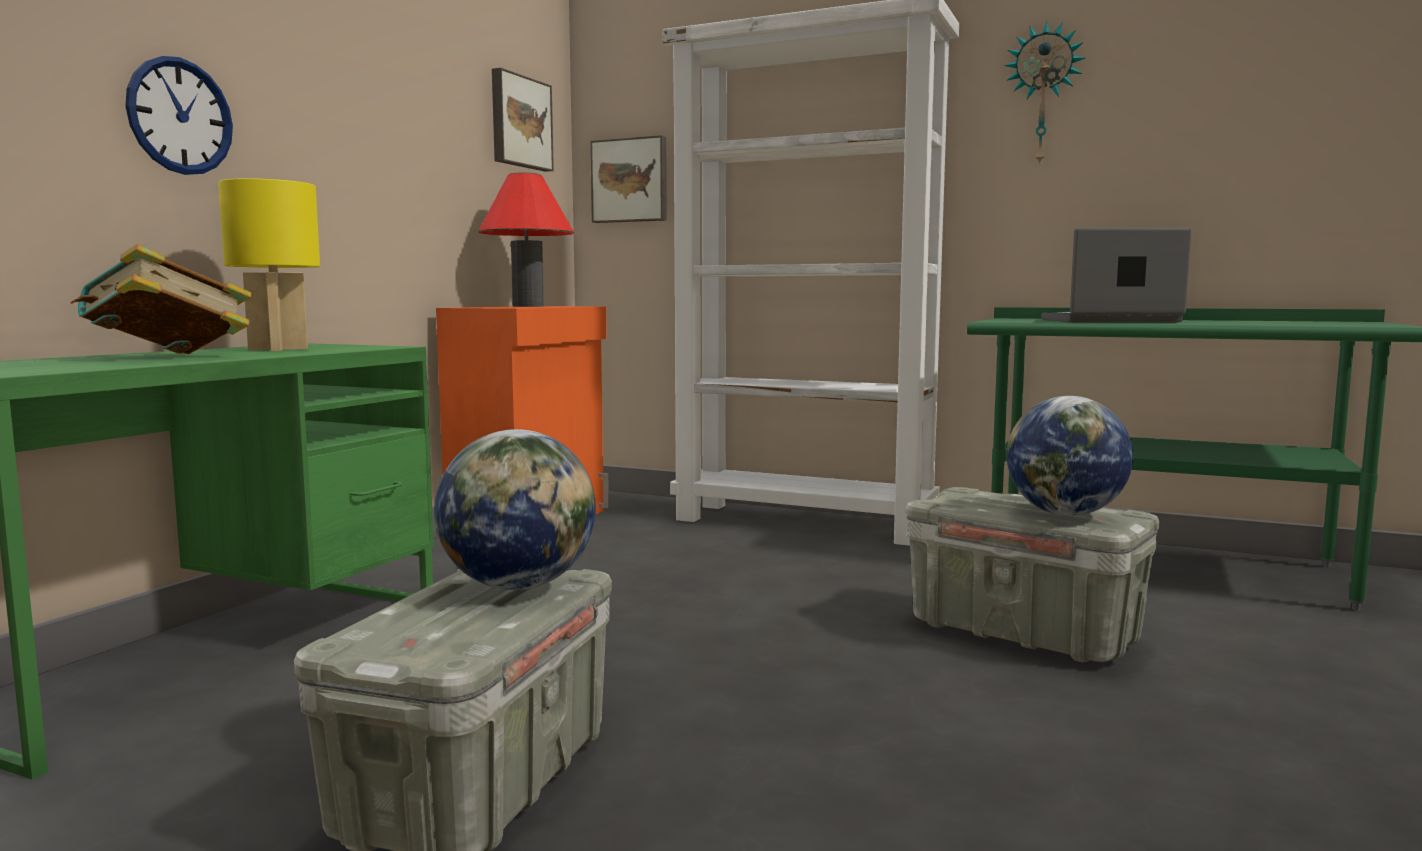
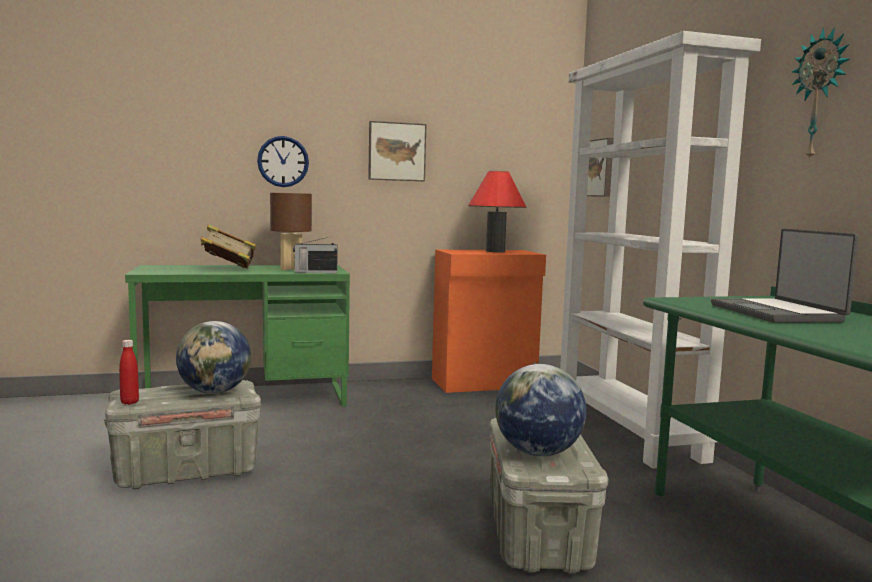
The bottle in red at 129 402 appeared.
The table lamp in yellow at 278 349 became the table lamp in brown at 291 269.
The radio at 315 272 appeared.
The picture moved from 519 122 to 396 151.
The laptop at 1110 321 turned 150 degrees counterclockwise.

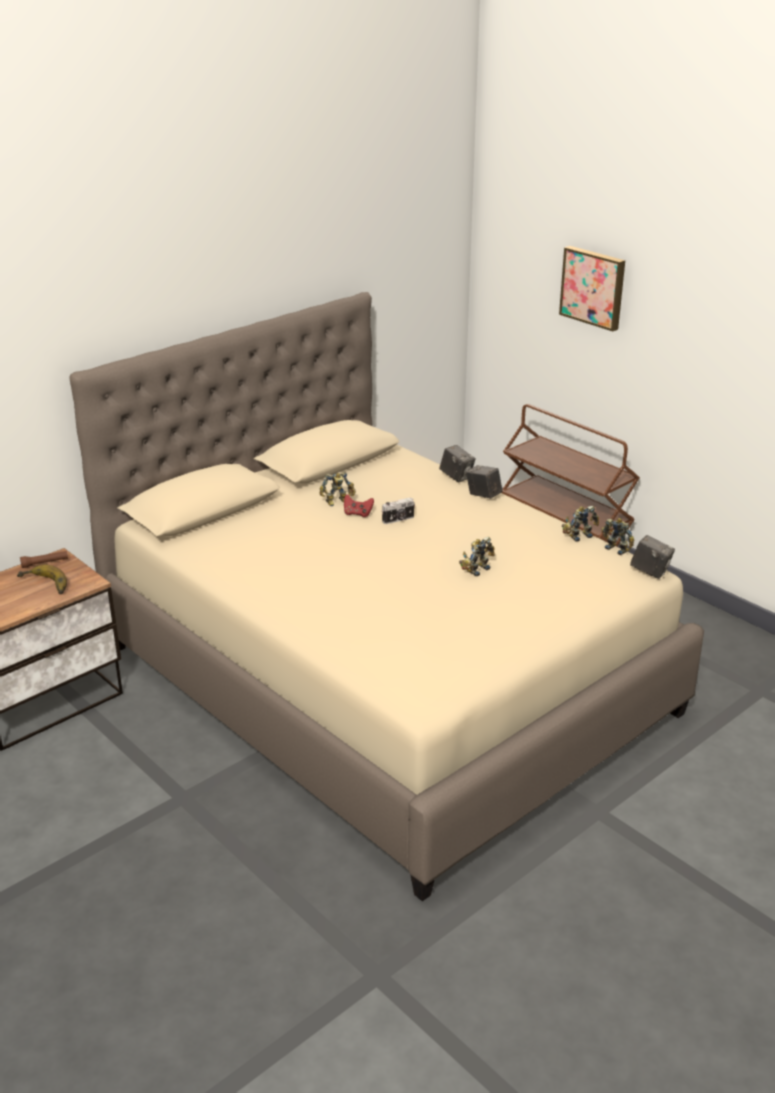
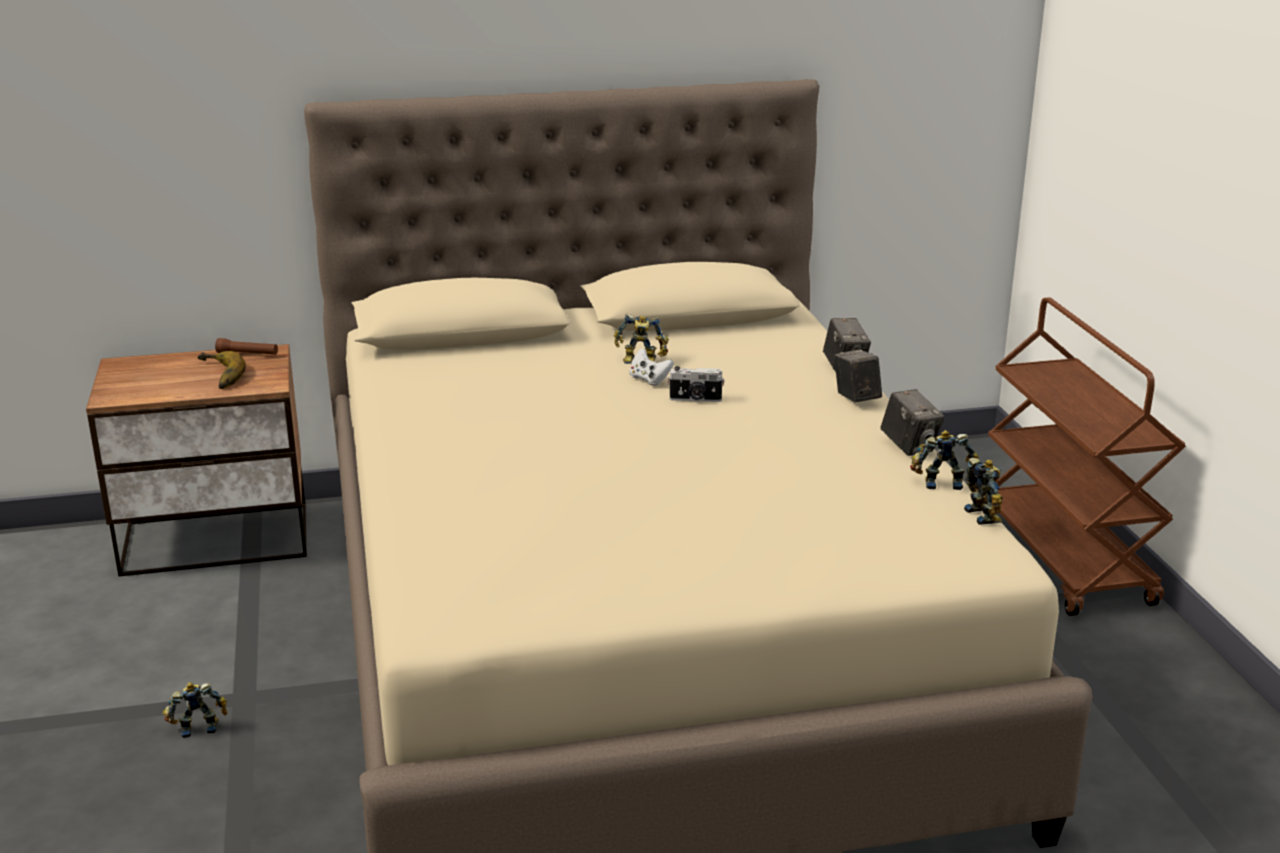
The toy robot moved from 476 569 to 198 727.
The game controller in red at 358 514 became the game controller in white at 649 380.
The photo camera moved from 650 572 to 909 446.
The picture at 593 287 disappeared.

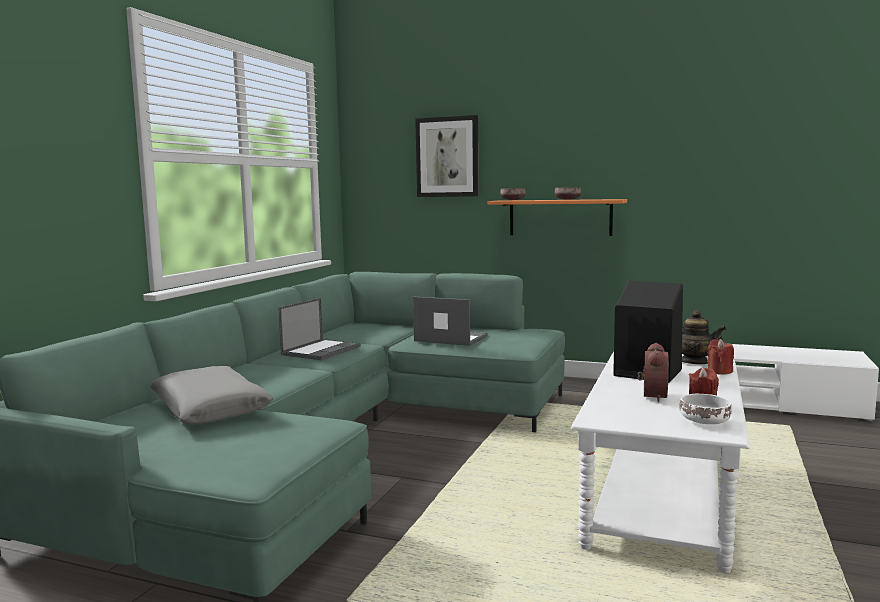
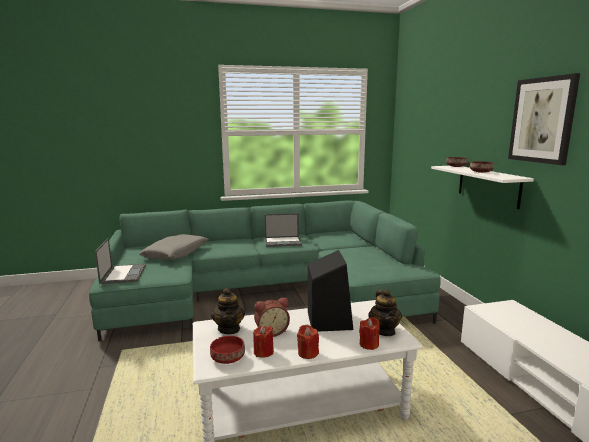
The laptop moved from 450 338 to 123 274.
The bowl in white at 706 422 became the bowl in red at 228 359.
The teapot at 229 329 appeared.
The candle in red at 308 353 appeared.
The shelf in orange at 560 217 became the shelf in white at 488 185.
The picture moved from 447 157 to 542 120.

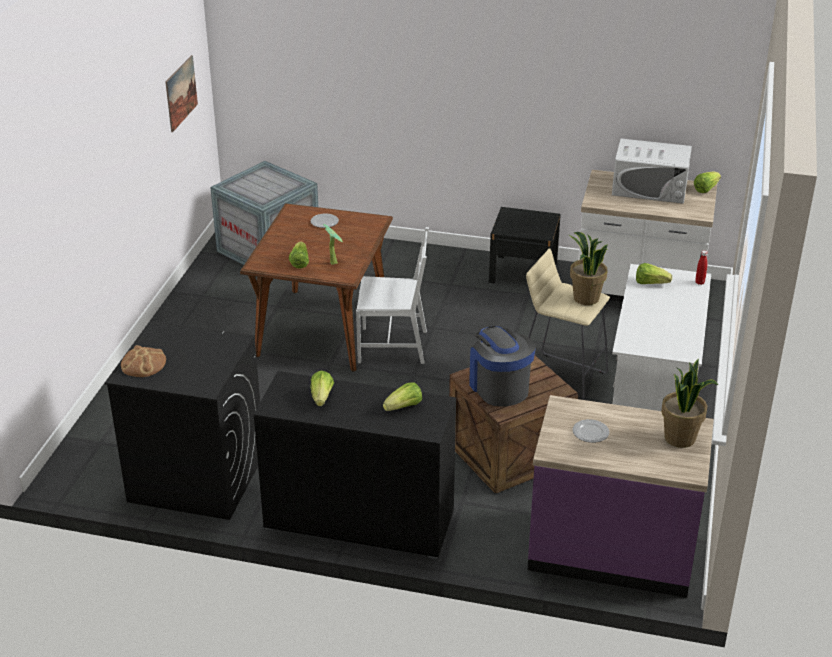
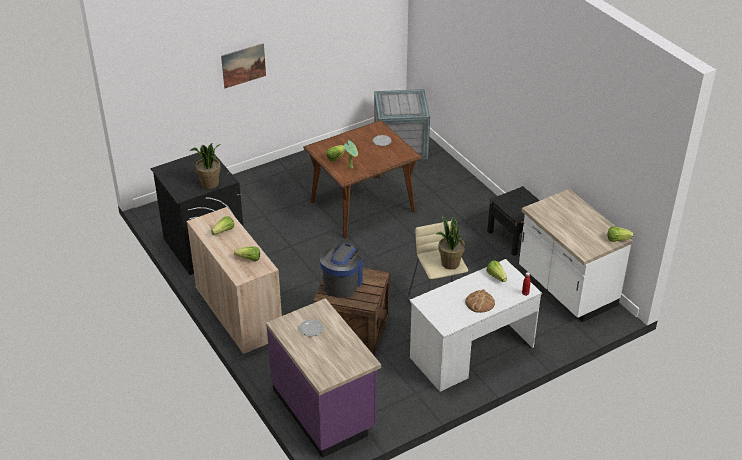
The cabinet in black at 359 520 became the cabinet in beige at 239 313.
The potted plant moved from 680 438 to 210 184.
The picture moved from 181 93 to 243 65.
The bread moved from 143 364 to 480 302.
The chair in white at 393 346 disappeared.
The microwave in white at 650 188 disappeared.

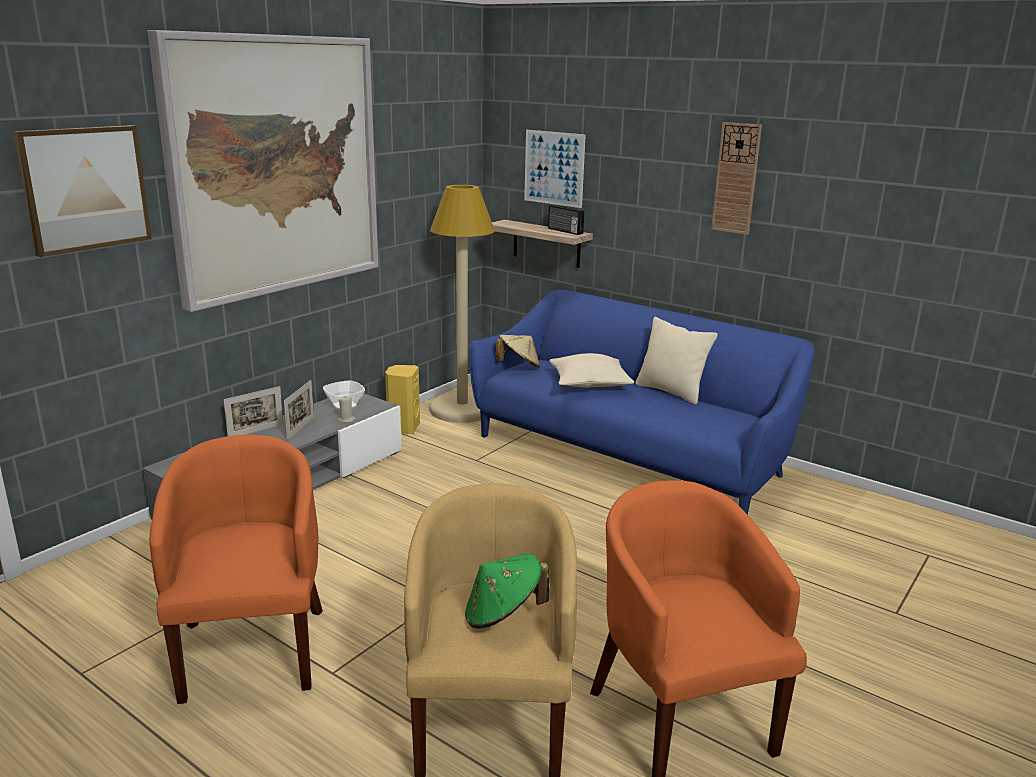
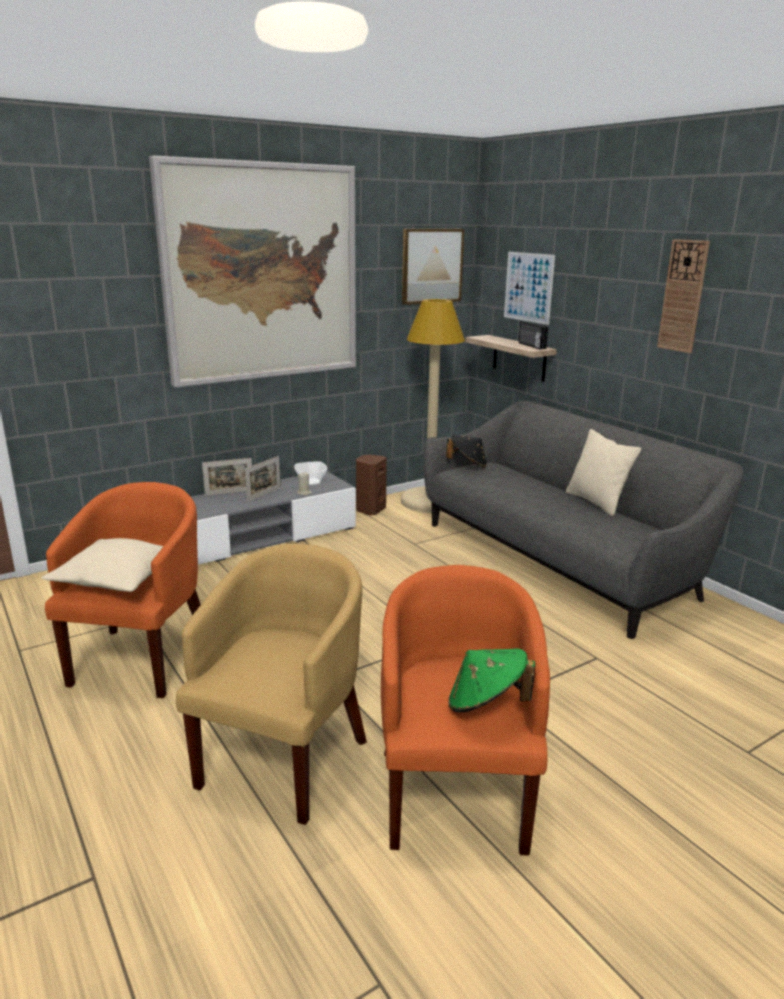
The pillow in beige moved from 589 383 to 116 579.
The speaker in yellow at 403 428 became the speaker in brown at 370 510.
The picture moved from 85 188 to 431 266.
The sofa in blue at 631 455 became the sofa in grey at 559 559.
The hat in beige at 518 366 became the hat in black at 467 465.
The hat in green moved from 503 614 to 486 704.

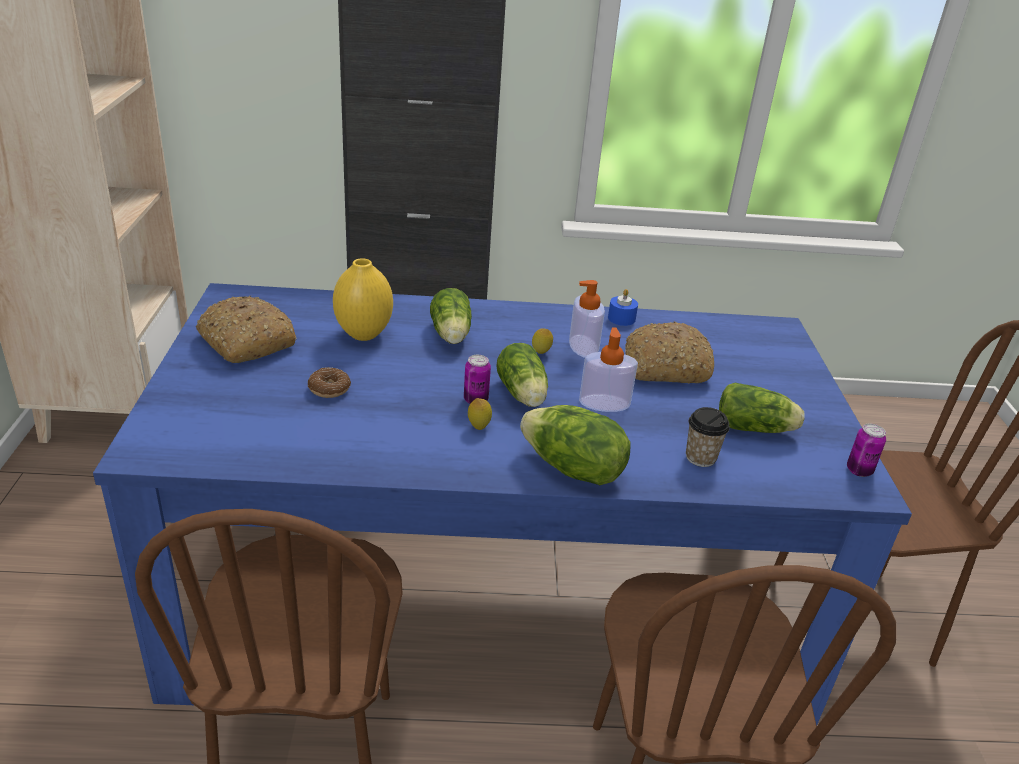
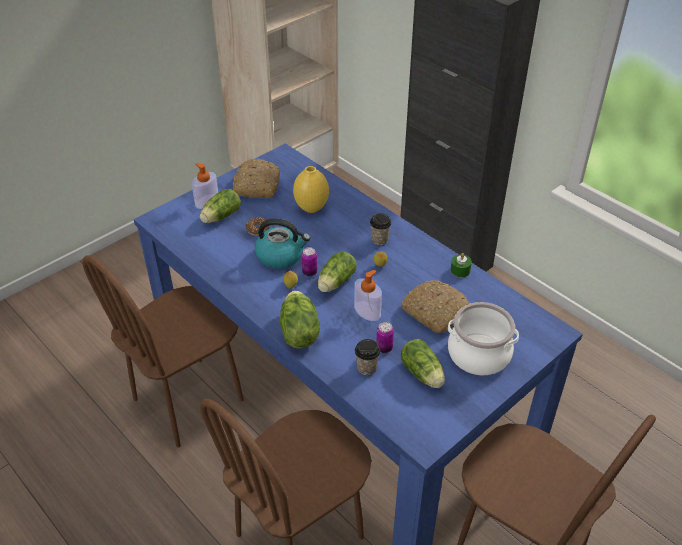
The soap dispenser moved from 583 346 to 207 201.
The lettuce moved from 451 335 to 220 217.
The kettle at 281 256 appeared.
The cup at 379 240 appeared.
The can moved from 859 470 to 384 348.
The cooking pot at 478 355 appeared.
The candle in blue at 621 318 became the candle in green at 460 270.

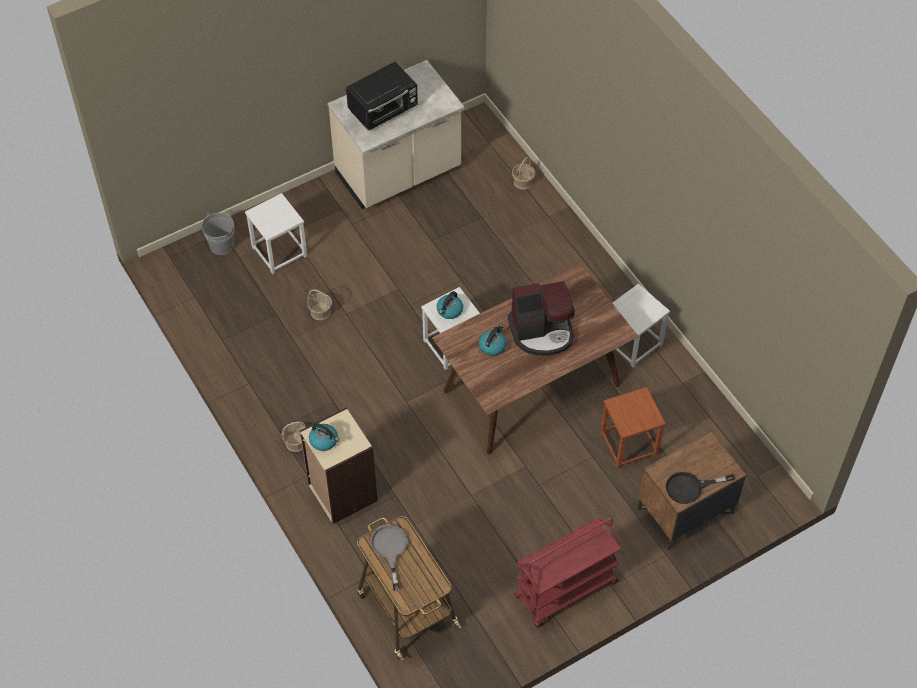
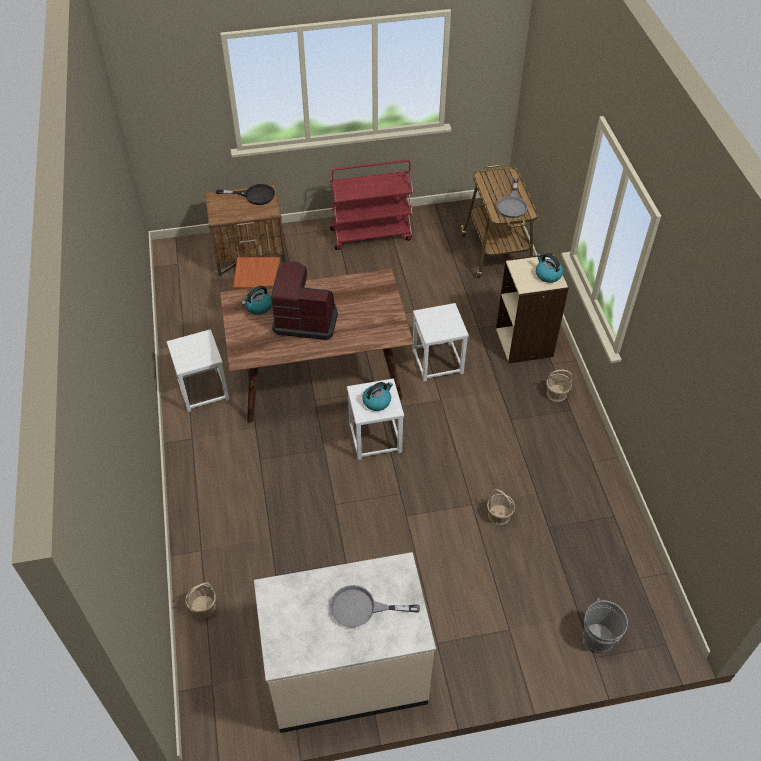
The kettle moved from 492 345 to 258 307.
The microwave in black at 384 110 was replaced by the frying pan in grey at 362 608.
The stool in white moved from 279 251 to 438 362.

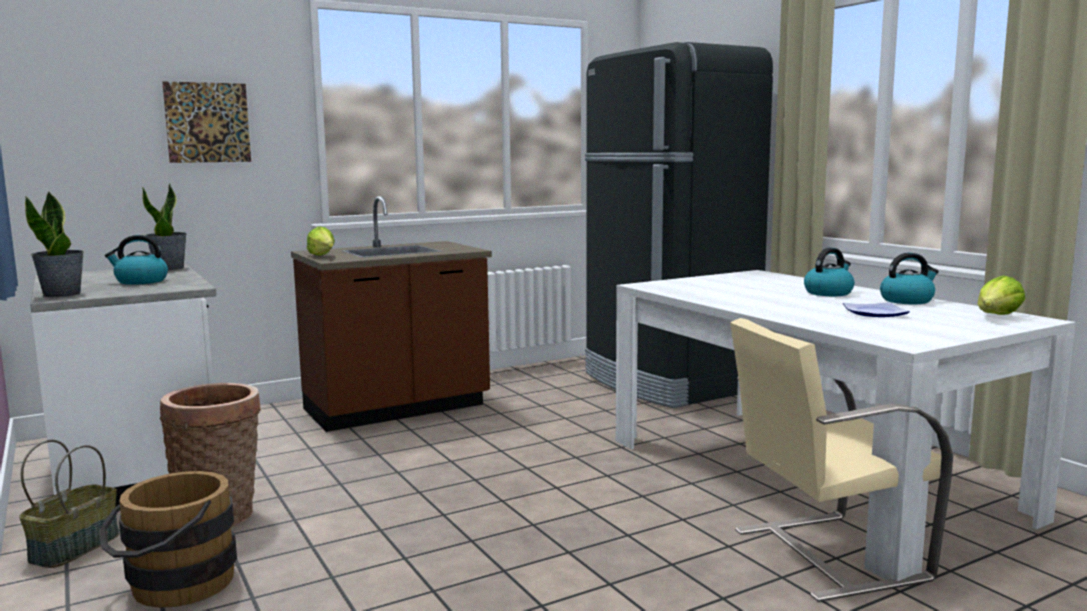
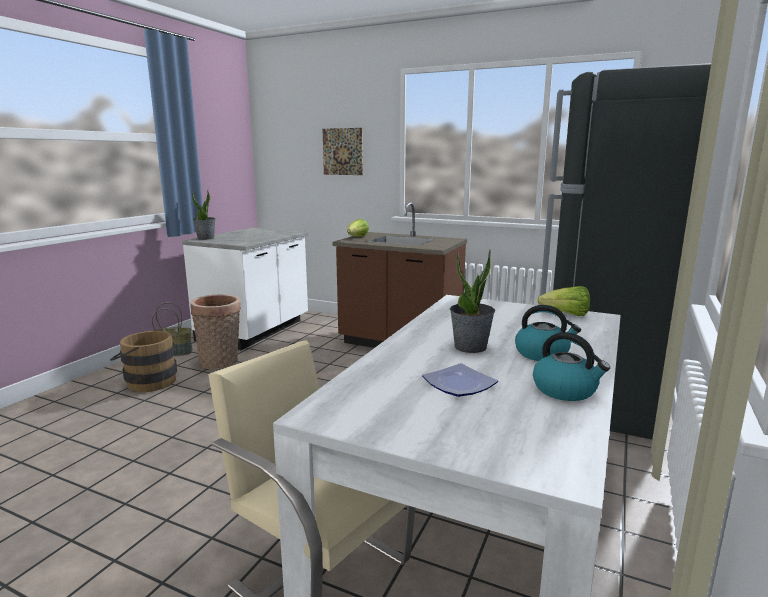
The potted plant moved from 169 268 to 470 347.
The lettuce moved from 997 316 to 566 315.
The kettle at 140 281 disappeared.

